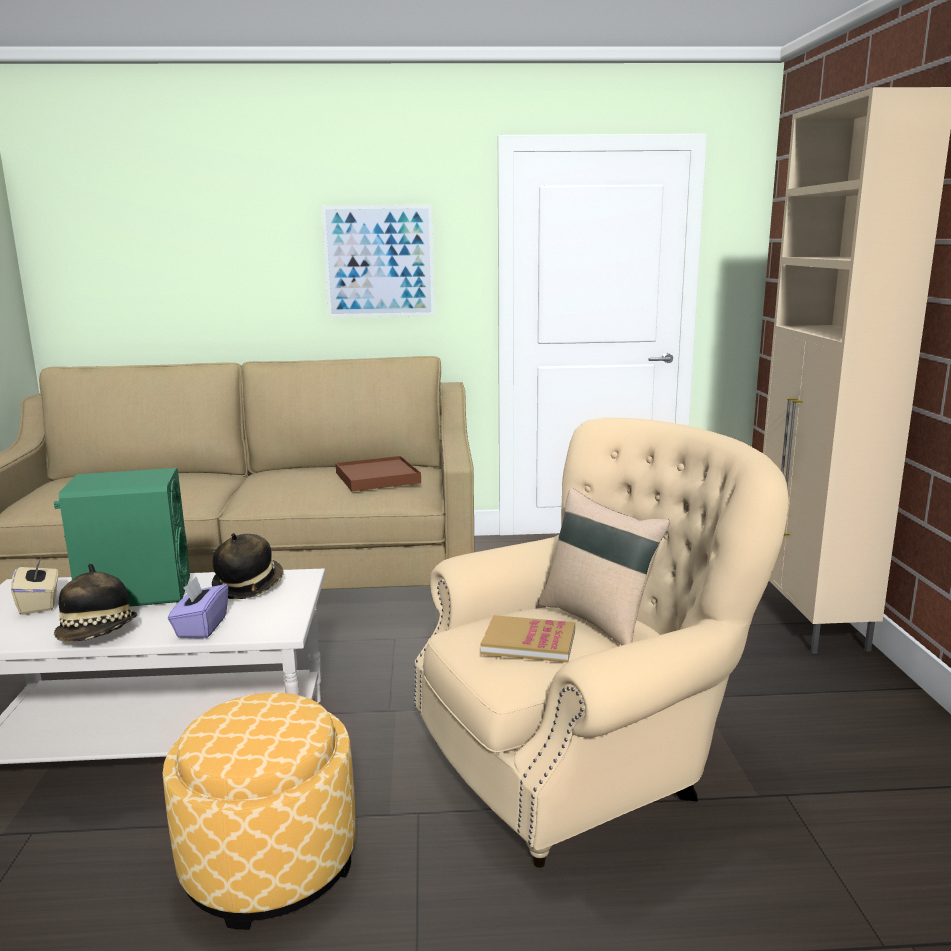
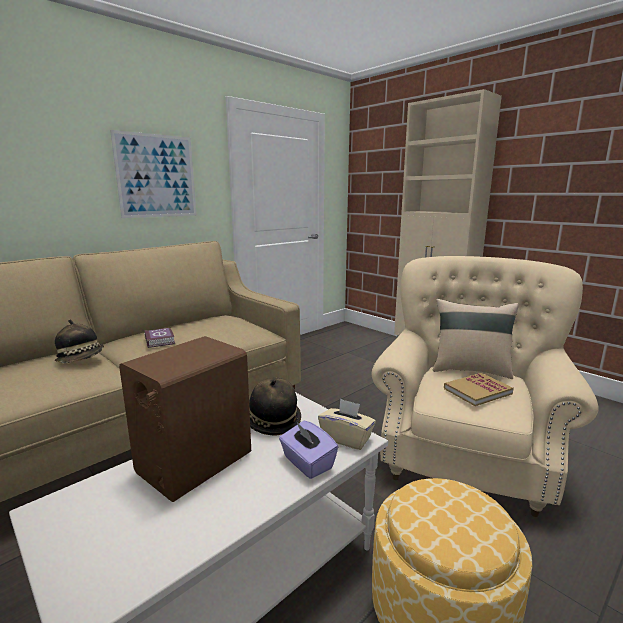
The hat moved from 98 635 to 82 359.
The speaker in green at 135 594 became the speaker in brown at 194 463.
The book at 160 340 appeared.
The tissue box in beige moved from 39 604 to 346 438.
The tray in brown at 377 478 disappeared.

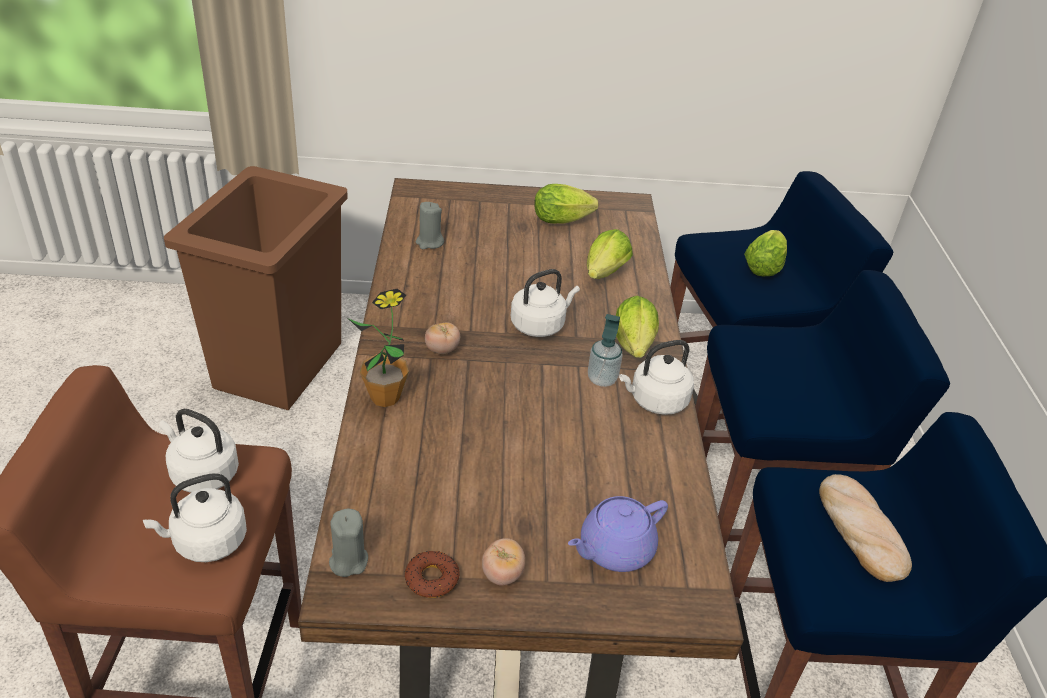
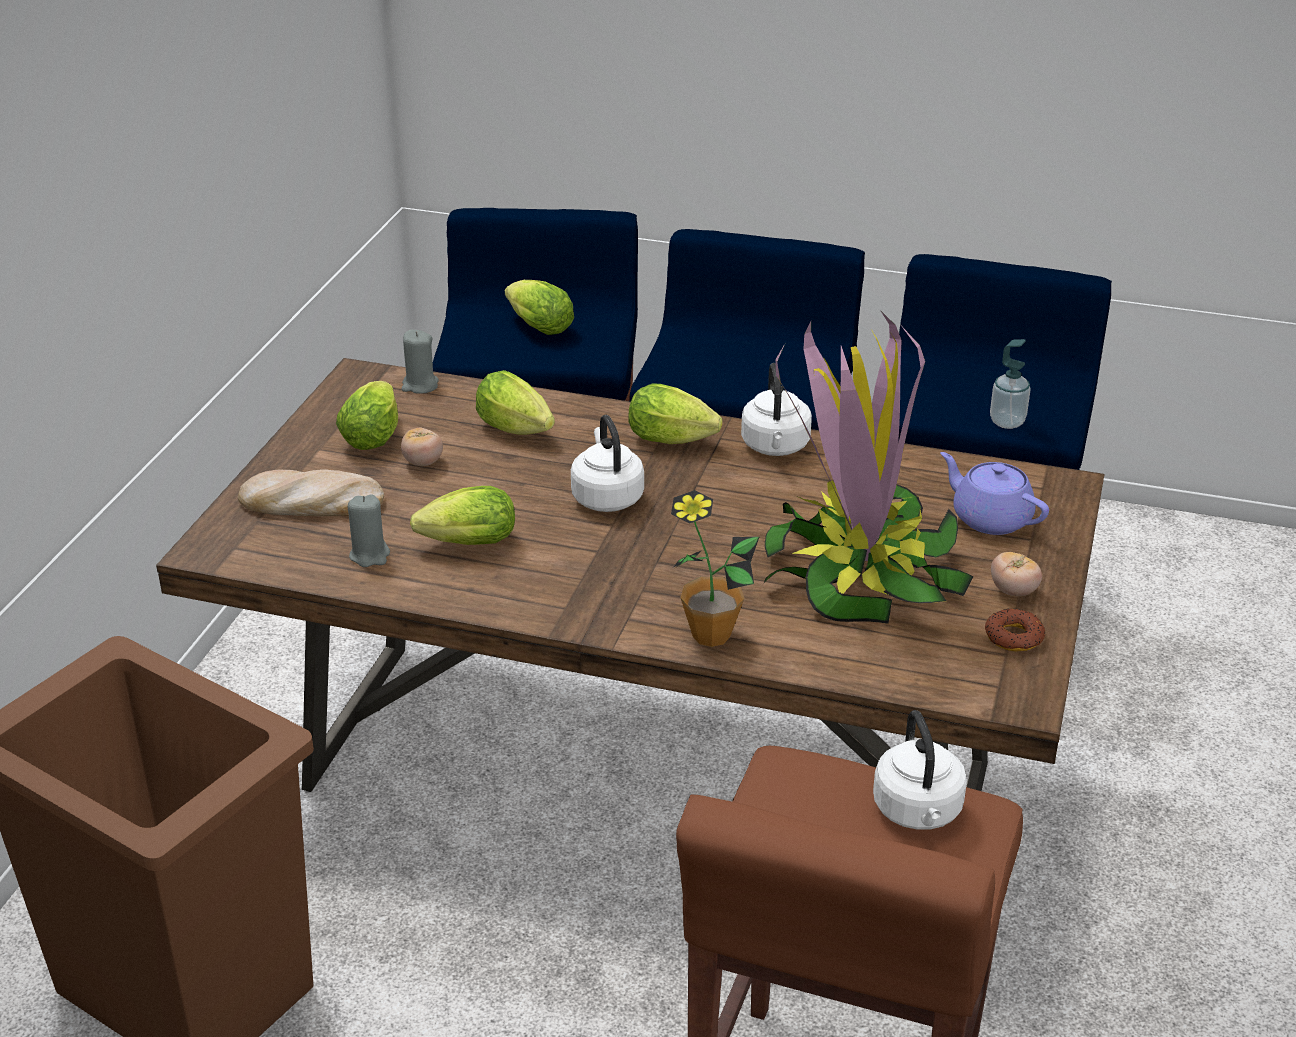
The bread moved from 859 530 to 311 503.
The tomato moved from 442 349 to 423 462.
The candle in grey moved from 348 561 to 420 385.
The lettuce at 464 544 appeared.
The potted plant at 859 571 appeared.
The teapot in purple at 614 550 turned 150 degrees clockwise.
The soap dispenser moved from 602 379 to 1007 422.
The kettle in white at 202 473 disappeared.

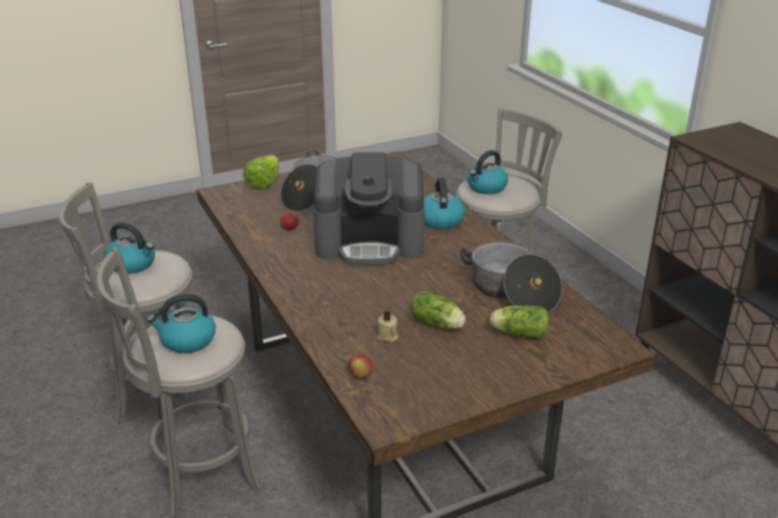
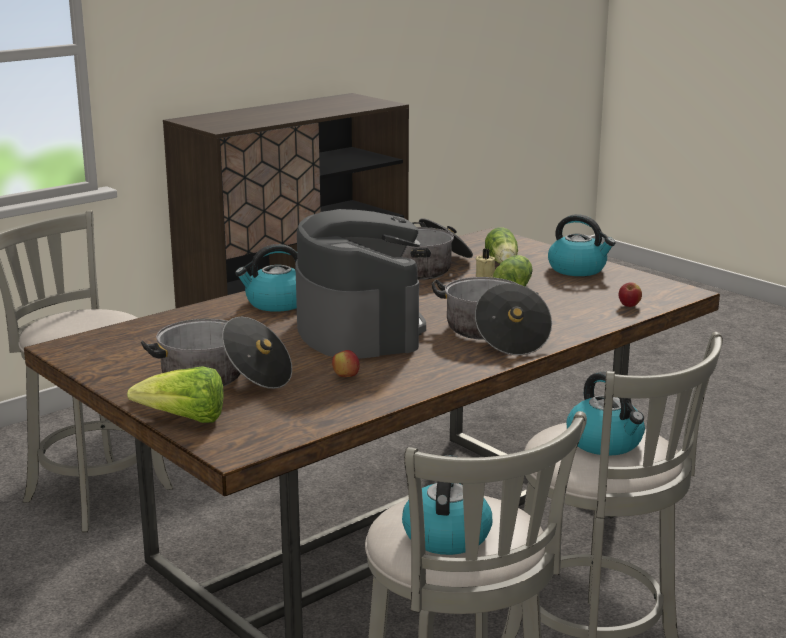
The cooking pot at 493 334 appeared.
The candle in beige moved from 387 336 to 486 276.
The kettle moved from 486 187 to 578 269.

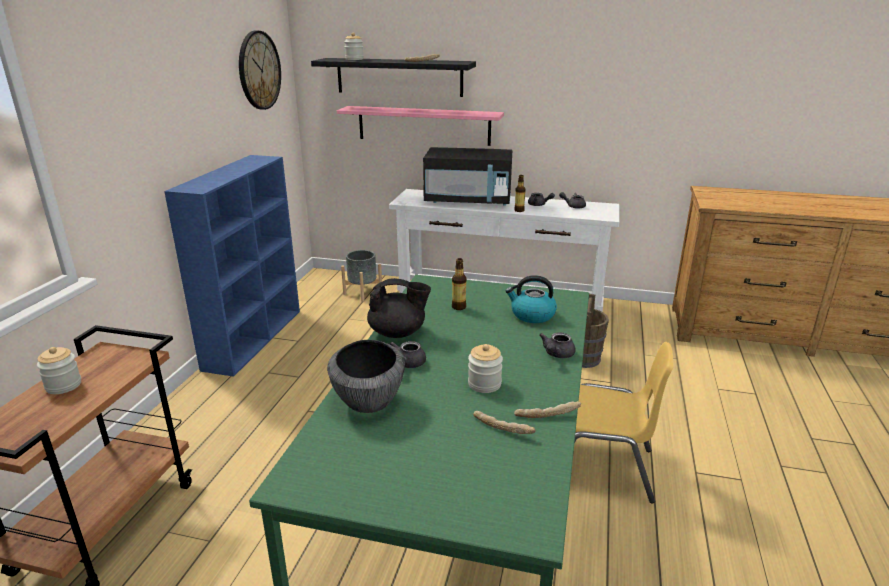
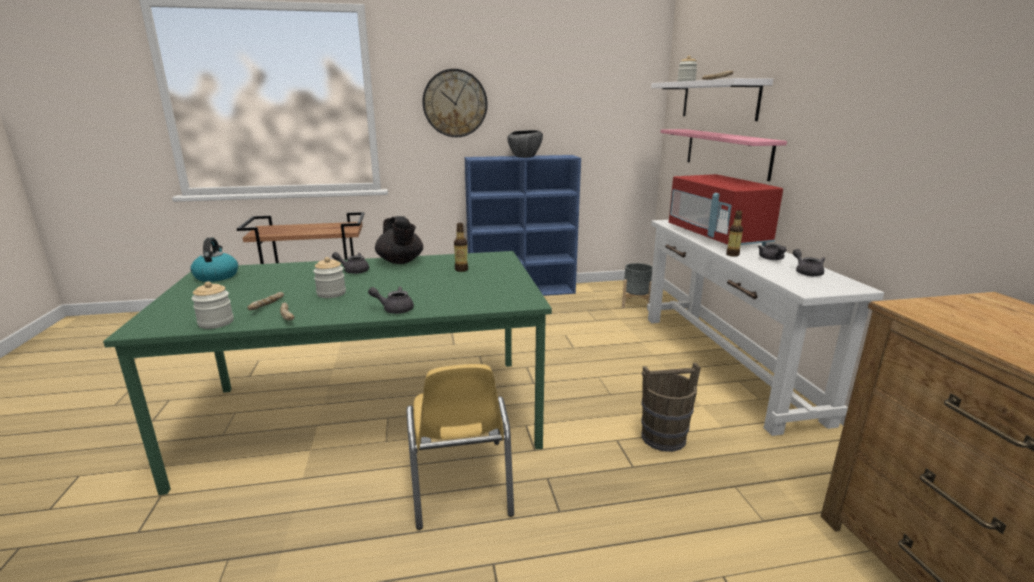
The kettle moved from 532 315 to 216 276.
The jar moved from 63 385 to 216 323.
The wall clock moved from 259 70 to 455 103.
The bowl moved from 368 402 to 524 157.
The shelf in black at 399 77 became the shelf in white at 718 100.
The microwave in black at 468 201 became the microwave in red at 717 237.

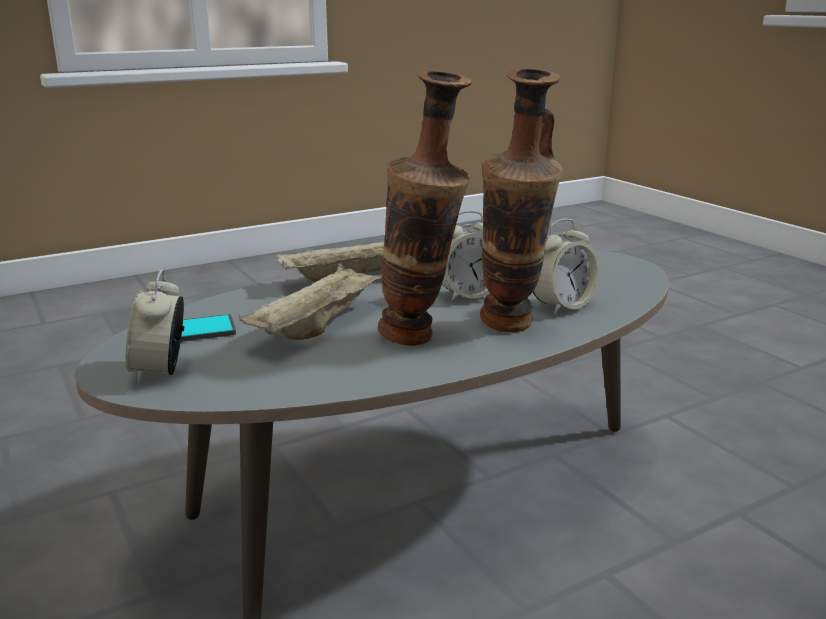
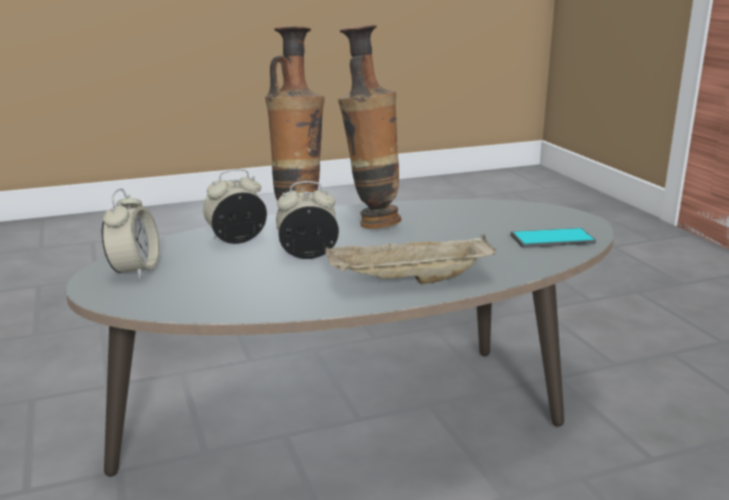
The alarm clock moved from 161 371 to 135 270.
The tray in beige at 319 326 disappeared.

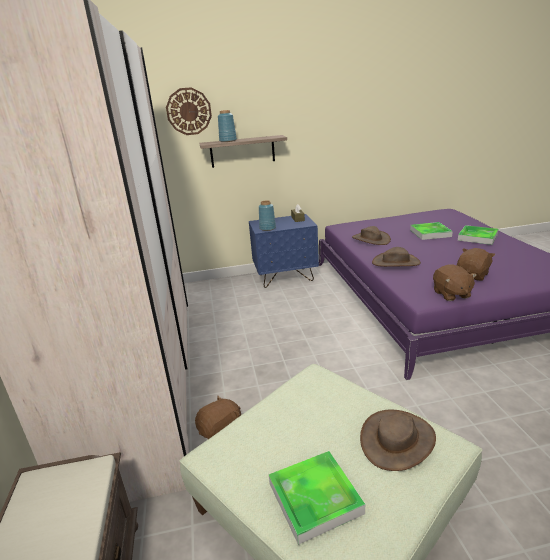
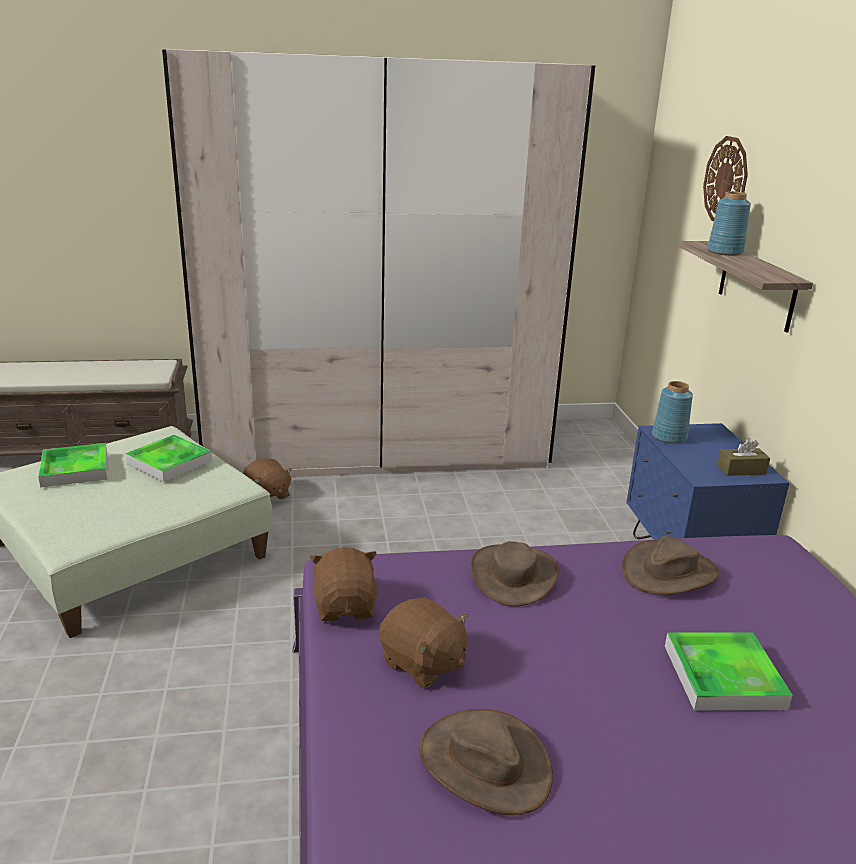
The tray moved from 477 237 to 169 462.
The plush toy in brown at 451 294 turned 90 degrees clockwise.
The hat in brown moved from 397 440 to 484 763.

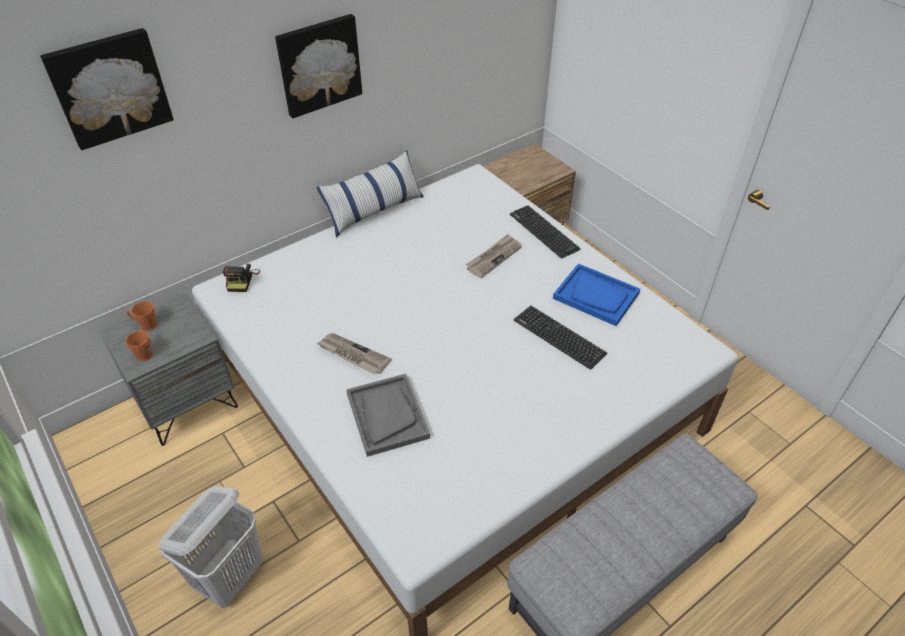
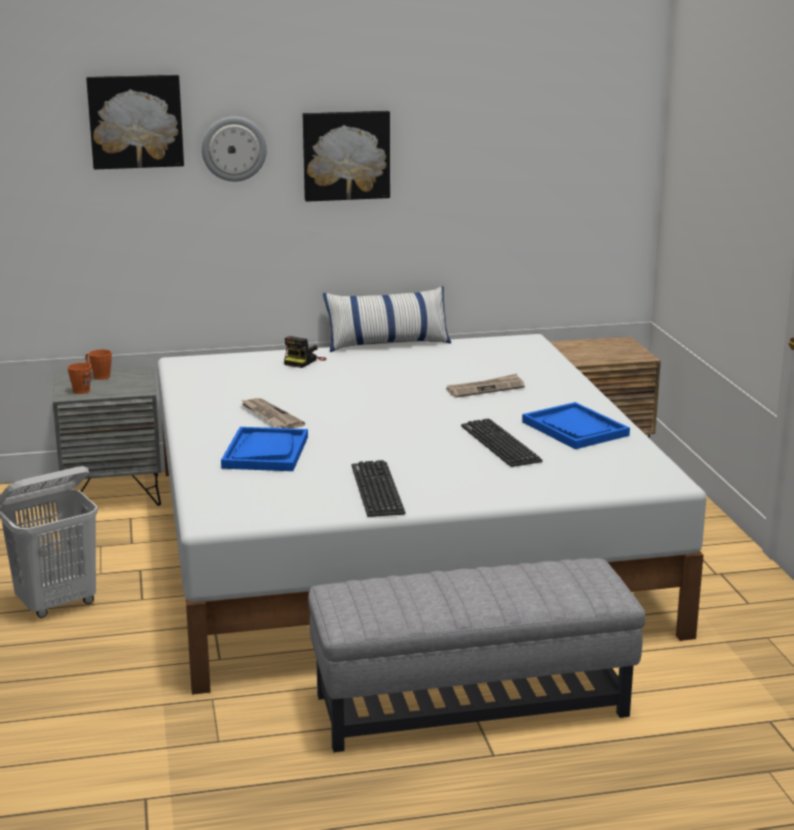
The wall clock at 234 149 appeared.
The tray in grey at 387 415 became the tray in blue at 265 452.
The photo camera moved from 242 280 to 304 361.
The keyboard moved from 544 232 to 377 490.

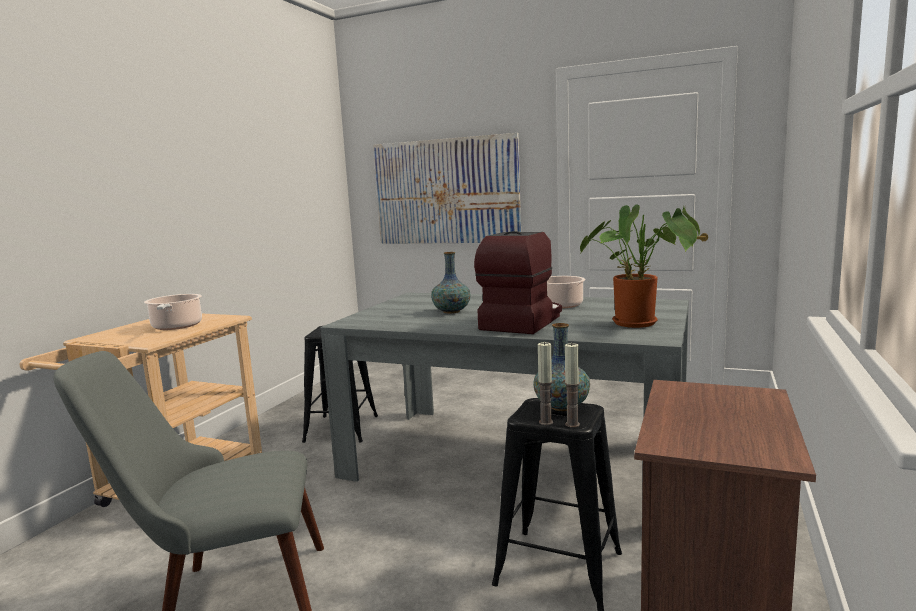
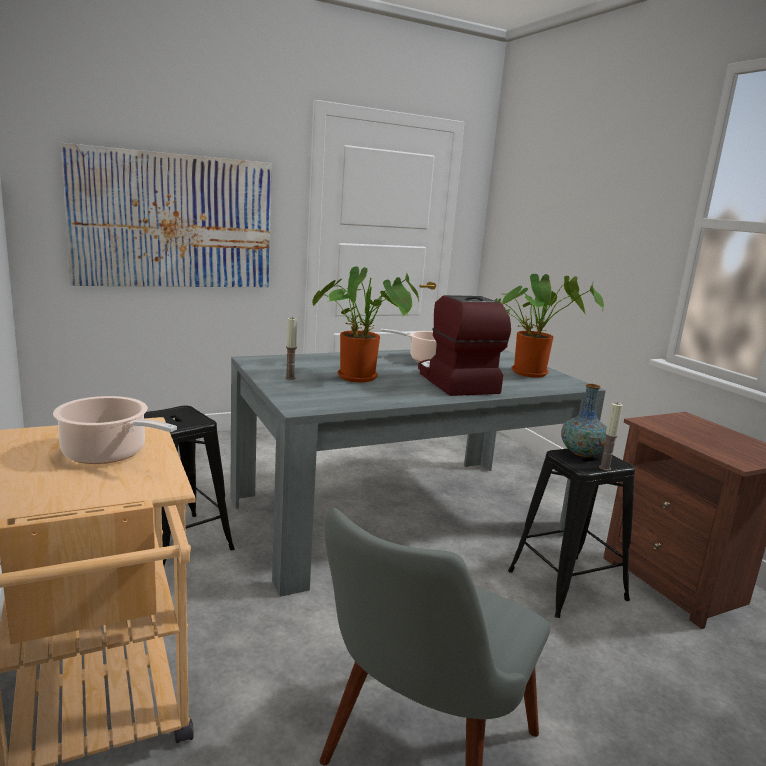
The candle moved from 572 424 to 290 378.
The vase at 451 311 was replaced by the potted plant at 362 378.

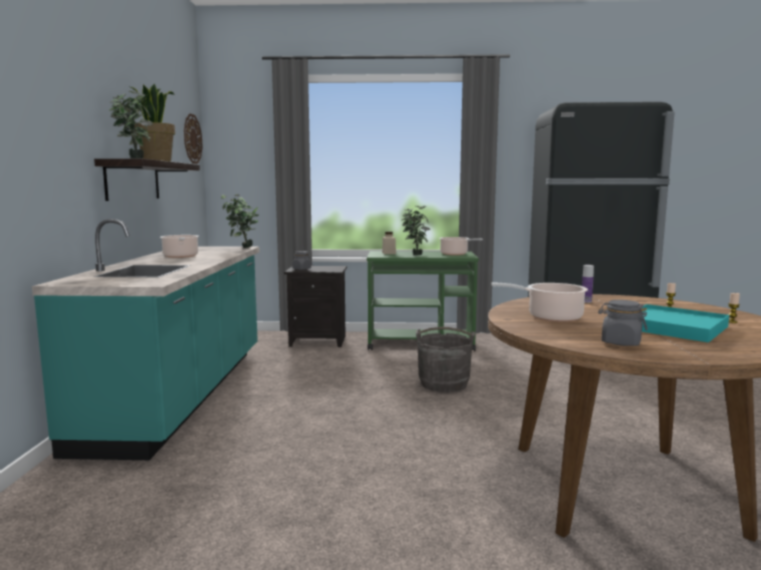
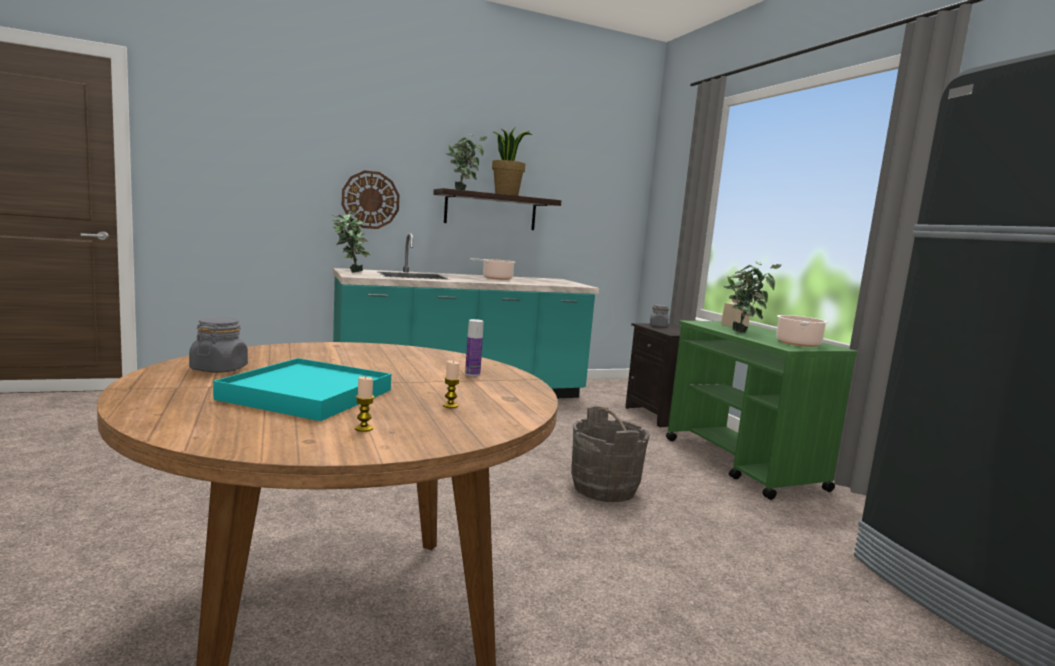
The potted plant moved from 241 248 to 349 272.
The wall clock moved from 192 139 to 370 200.
The cooking pot at 551 317 disappeared.

